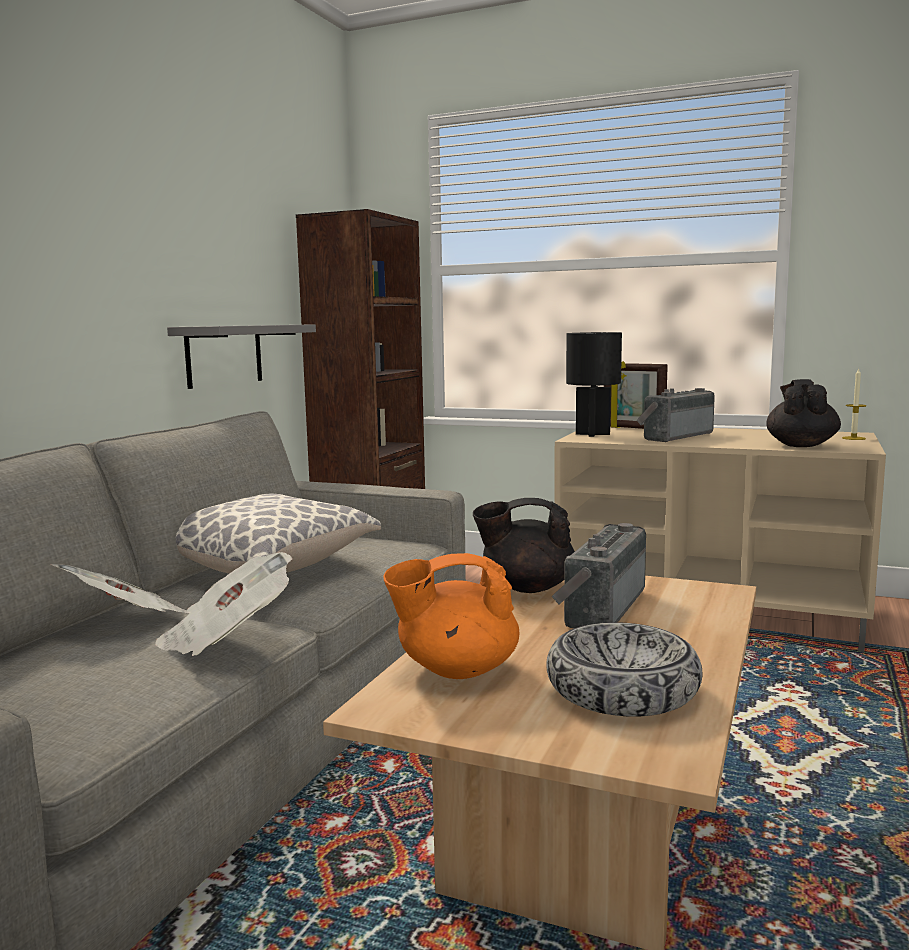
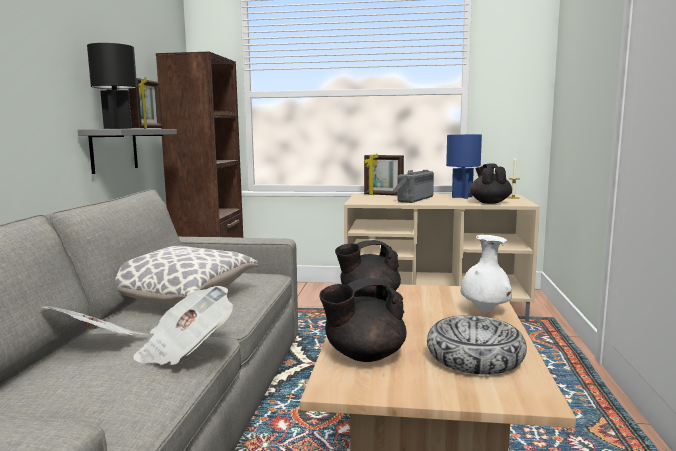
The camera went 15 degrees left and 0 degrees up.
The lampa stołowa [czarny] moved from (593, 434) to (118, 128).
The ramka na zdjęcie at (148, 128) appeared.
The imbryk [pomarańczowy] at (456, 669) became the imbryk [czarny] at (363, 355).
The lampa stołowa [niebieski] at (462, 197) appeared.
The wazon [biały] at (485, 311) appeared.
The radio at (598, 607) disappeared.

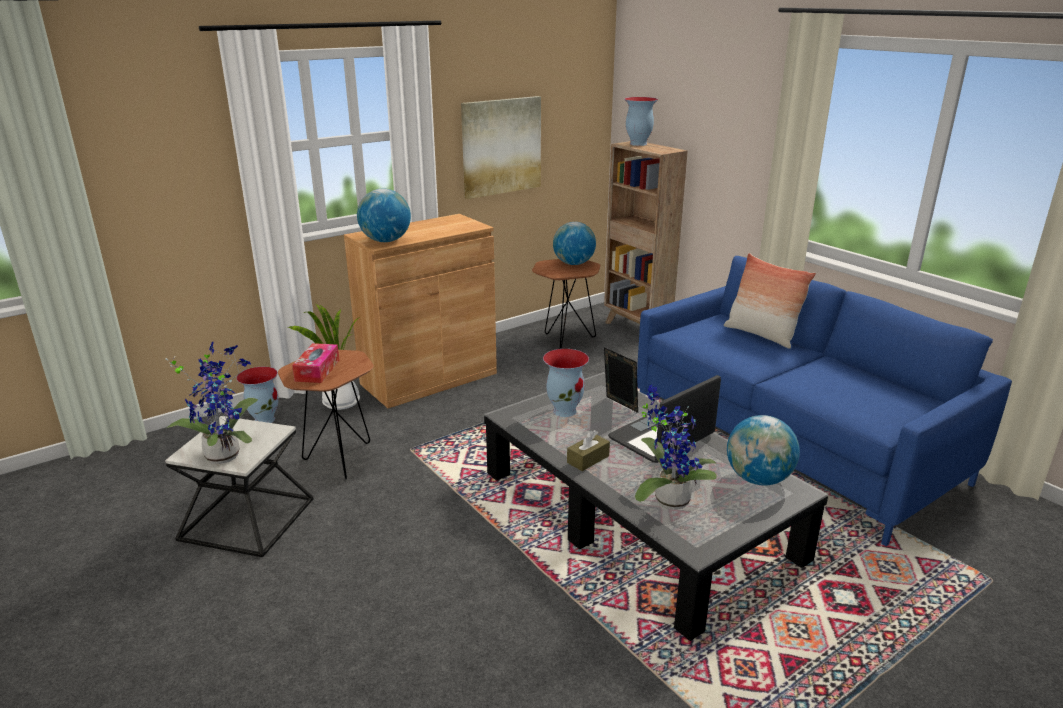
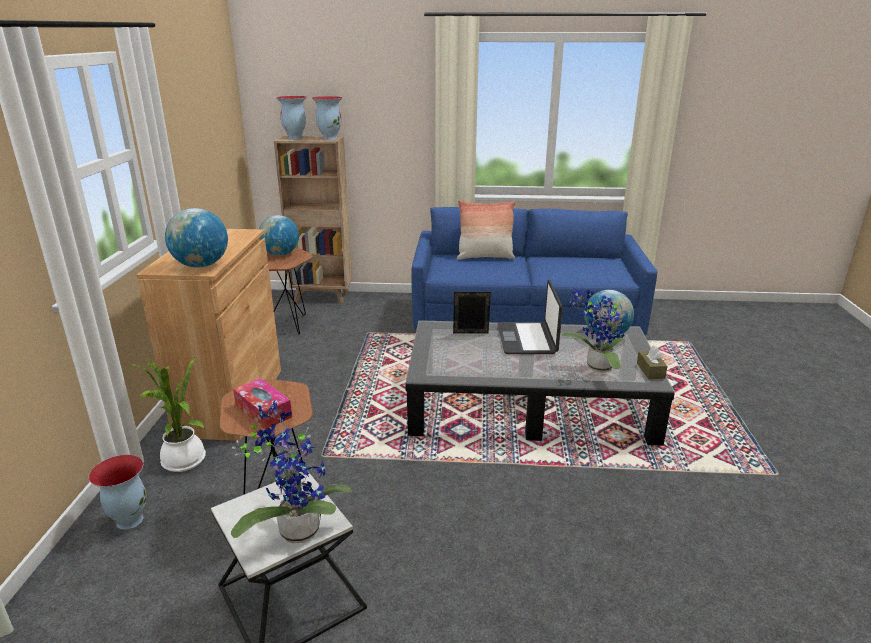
The camera went 50 degrees left and 0 degrees up.
The wazon moved from (565, 410) to (329, 138).
The pudełko chusteczek [brązowy] moved from (588, 459) to (650, 370).
The obraz at (501, 146) disappeared.

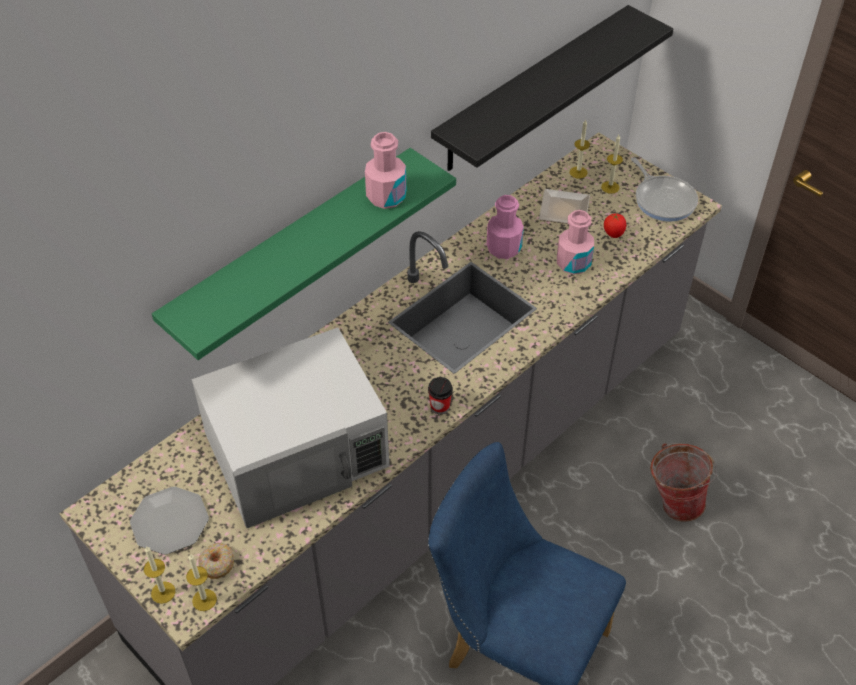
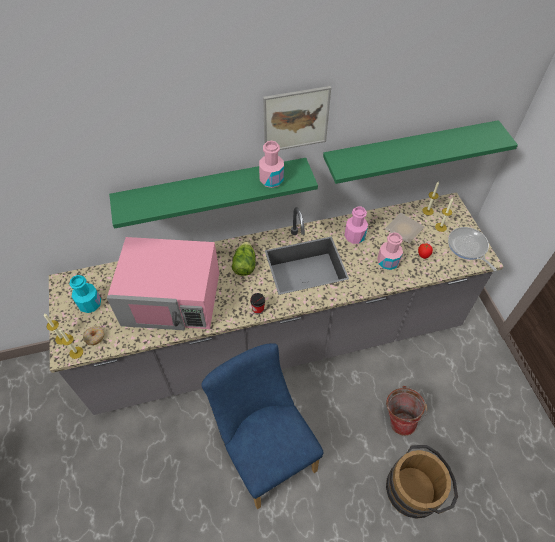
The camera went 30 degrees right and 5 degrees up.
The talerz at (169, 521) was replaced by the butelka [turkusowy] at (90, 304).
The mikrofalówka [biały] at (298, 451) became the mikrofalówka [różowy] at (172, 298).
The sałata at (244, 264) appeared.
The obraz at (296, 119) appeared.
The półka [czarny] at (532, 89) became the półka [zielony] at (409, 151).
The wiadro [brązowy] at (416, 489) appeared.
The patelnia at (663, 199) turned 150 degrees clockwise.

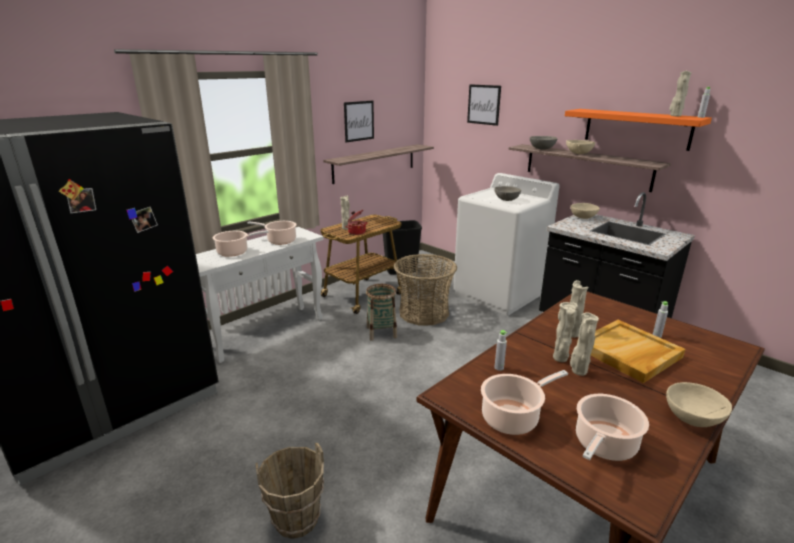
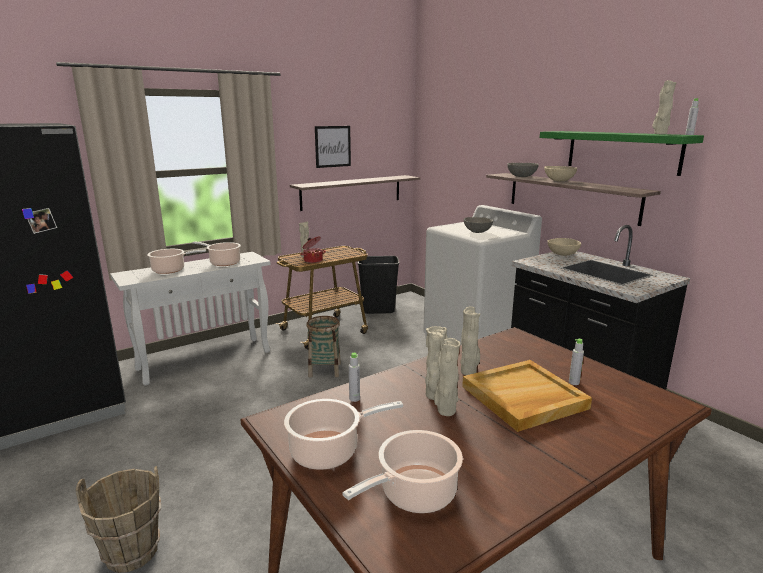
The camera went 10 degrees right and 5 degrees down.
The półka [pomarańczowy] at (636, 128) became the półka [zielony] at (622, 151).
The koszyk at (424, 313) disappeared.
The obraz at (484, 104) disappeared.
The miska [beżowy] at (693, 418) disappeared.

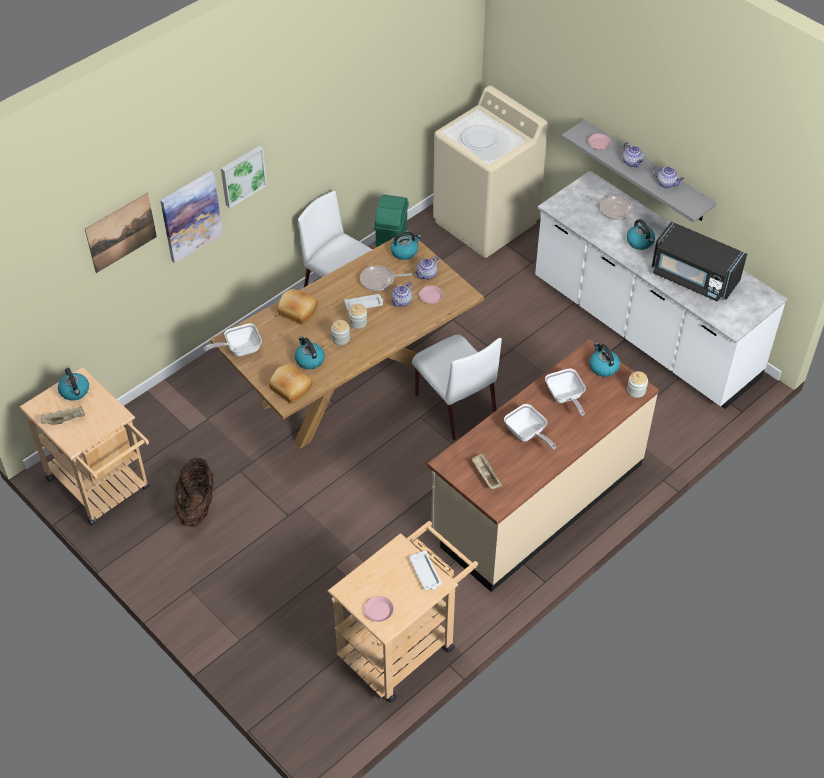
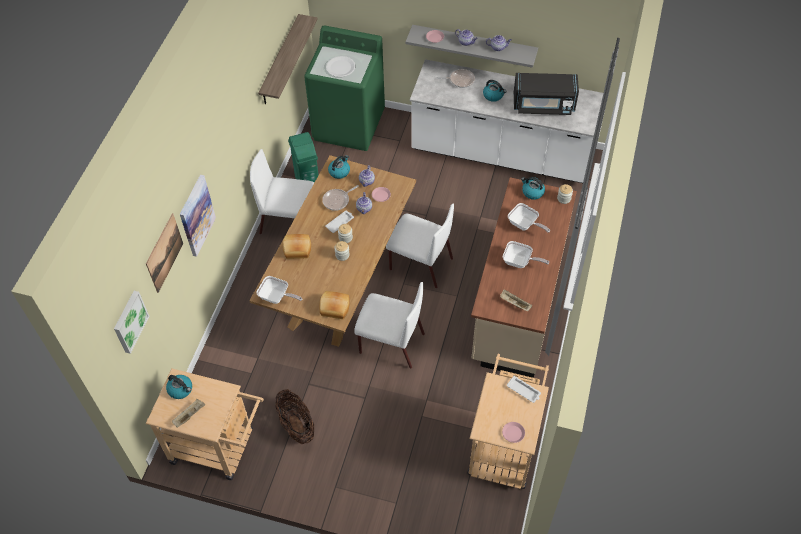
The camera went 30 degrees left and 5 degrees up.
The obraz moved from (242, 175) to (129, 321).
The patelnia at (240, 349) turned 105 degrees counterclockwise.
The półka at (280, 61) appeared.
The pralka [beżowy] at (486, 222) became the pralka [zielony] at (349, 125).
The krzesło [biały] at (390, 343) appeared.
The czajnik at (309, 360) disappeared.

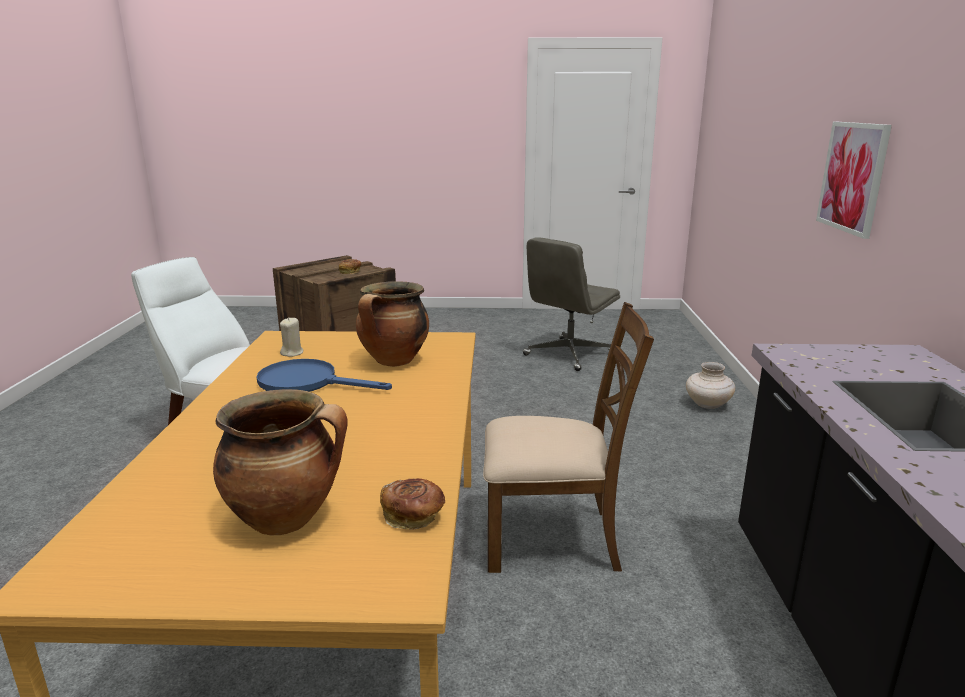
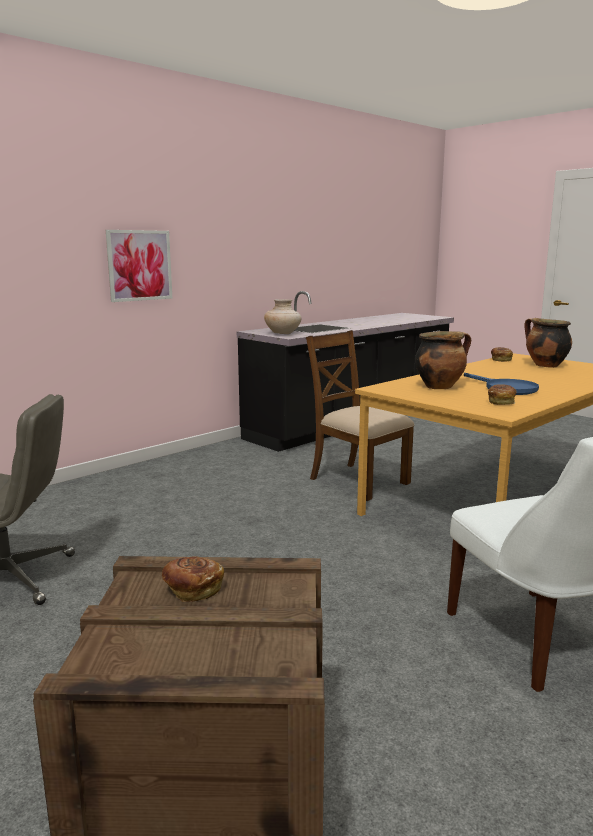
The camera went 135 degrees left and 5 degrees down.
The wazon [beżowy] moved from (707, 405) to (283, 333).
The świeca [beżowy] at (292, 353) was replaced by the chleb at (501, 402).

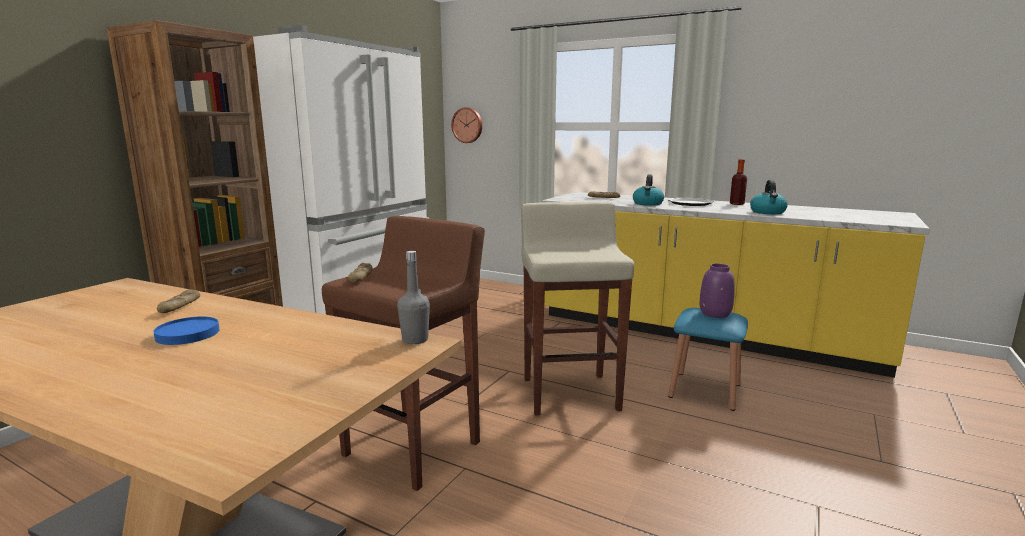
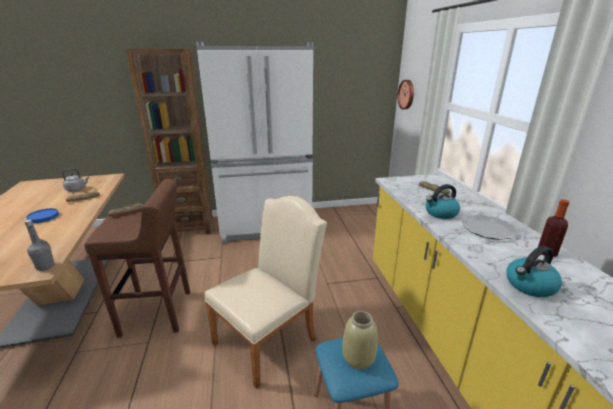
The camera went 50 degrees right and 10 degrees up.
The czajnik [szary] at (77, 189) appeared.
The stołek [beżowy] at (570, 393) was replaced by the krzesło [beżowy] at (270, 337).
The wazon [fioletowy] at (715, 314) became the wazon [beżowy] at (358, 358).

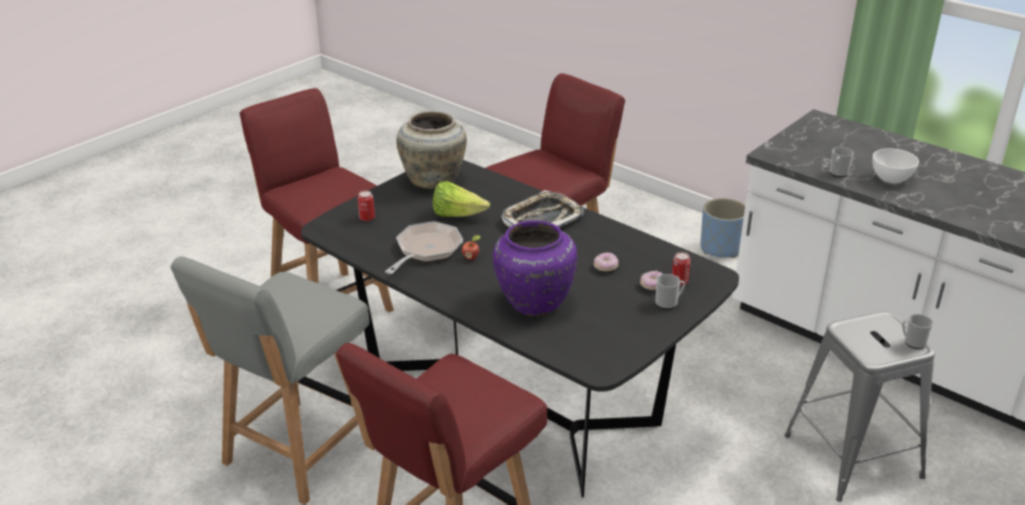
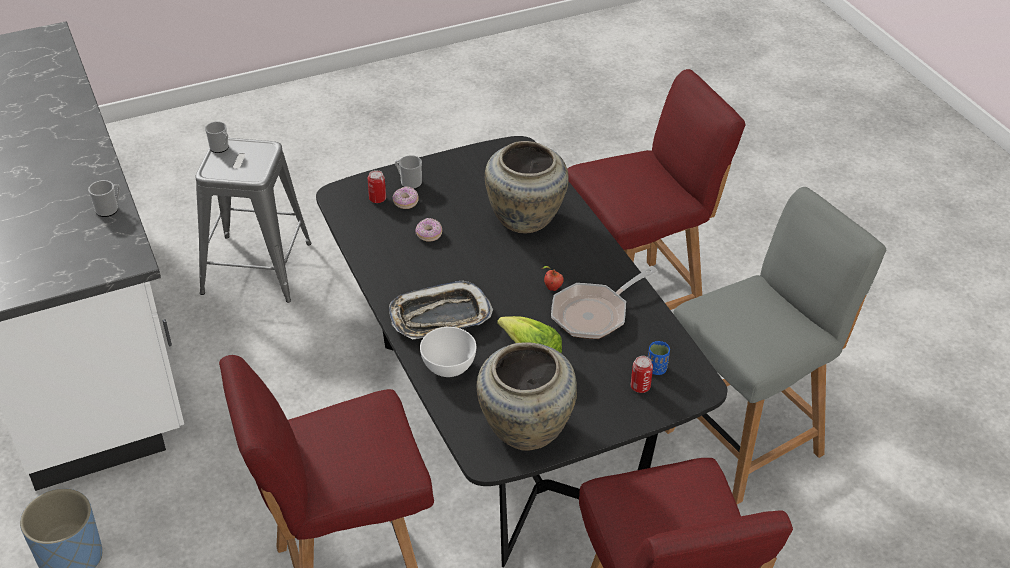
The camera went 155 degrees left and 10 degrees up.
The miska [biały] moved from (891, 179) to (449, 367).
The wazon [fioletowy] at (534, 301) became the wazon [beżowy] at (525, 220).
The filiżanka [niebieski] at (656, 369) appeared.

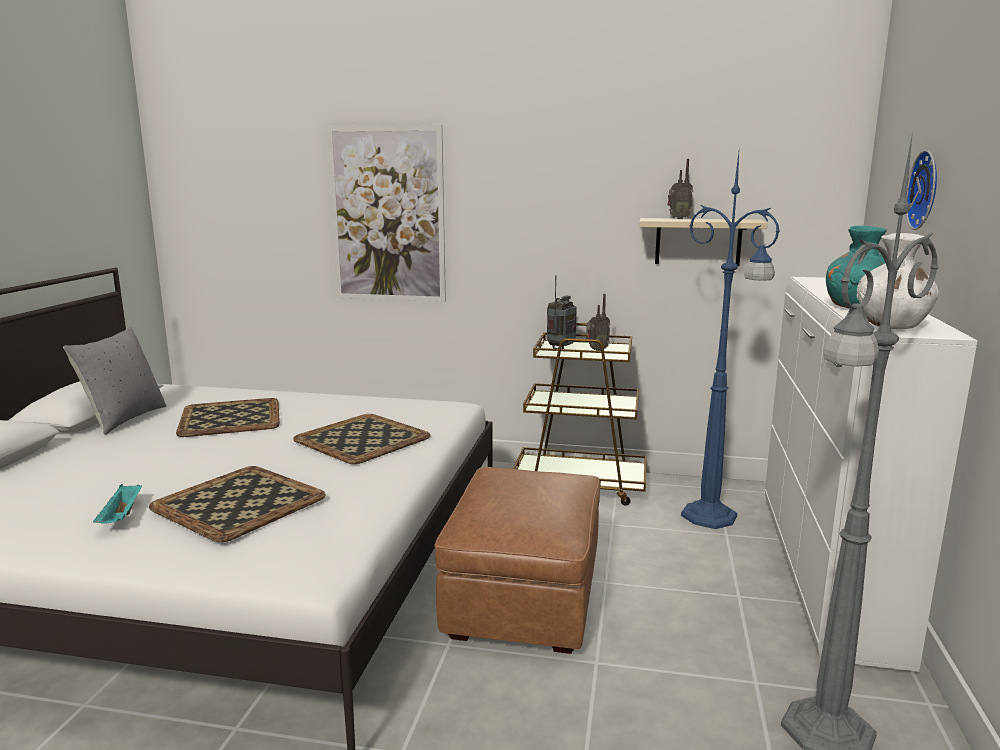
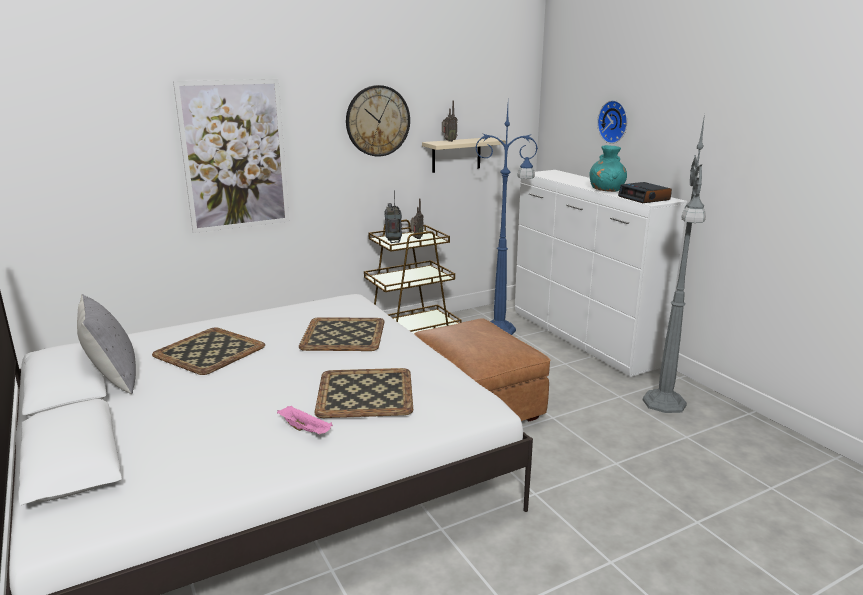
The camera went 40 degrees left and 5 degrees up.
The taca [turkusowy] at (122, 517) became the taca [różowy] at (306, 430).
The zegar ścienny at (377, 121) appeared.
The wazon [biały] at (892, 325) was replaced by the budzik at (644, 198).

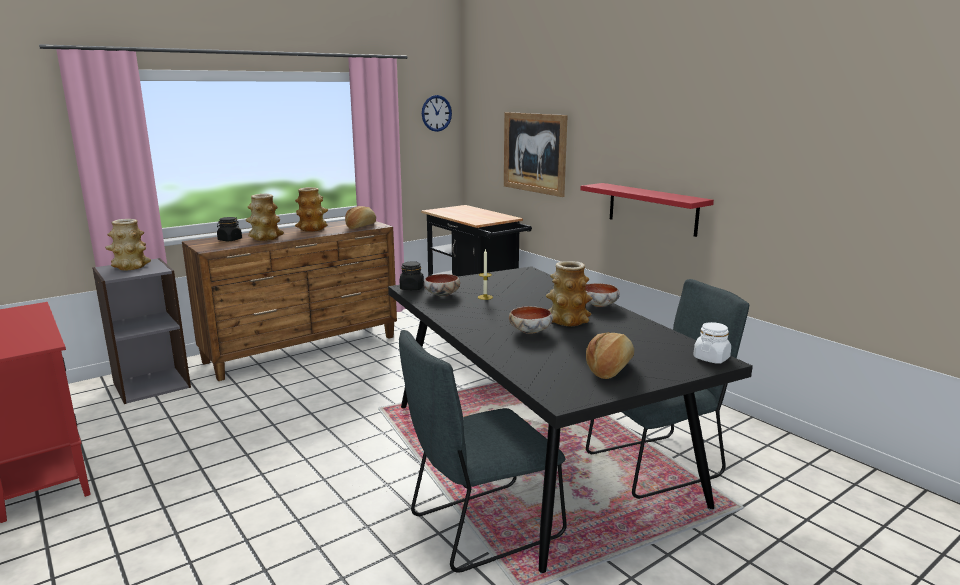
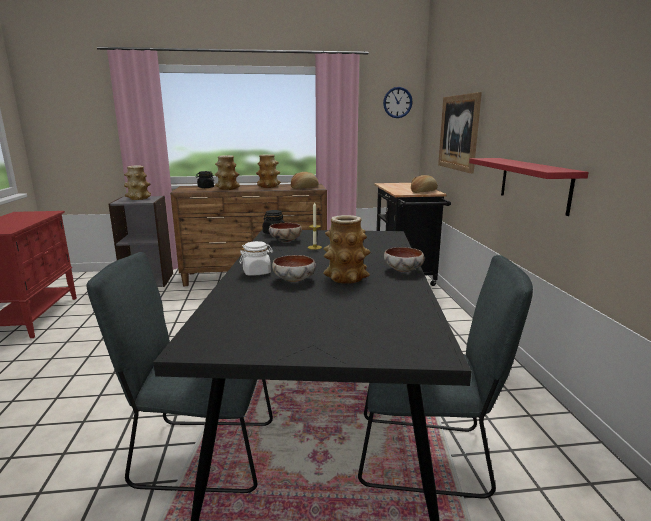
The camera went 30 degrees right and 0 degrees up.
The słoik [biały] moved from (711, 358) to (257, 272).
The chleb moved from (610, 368) to (423, 192).

